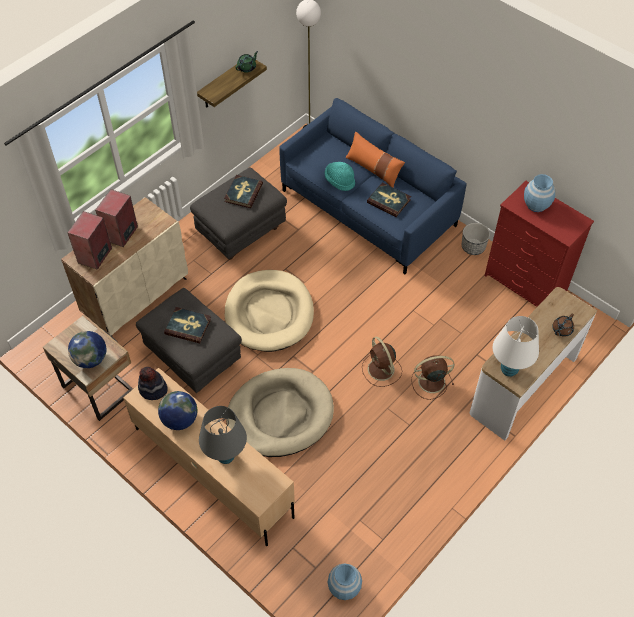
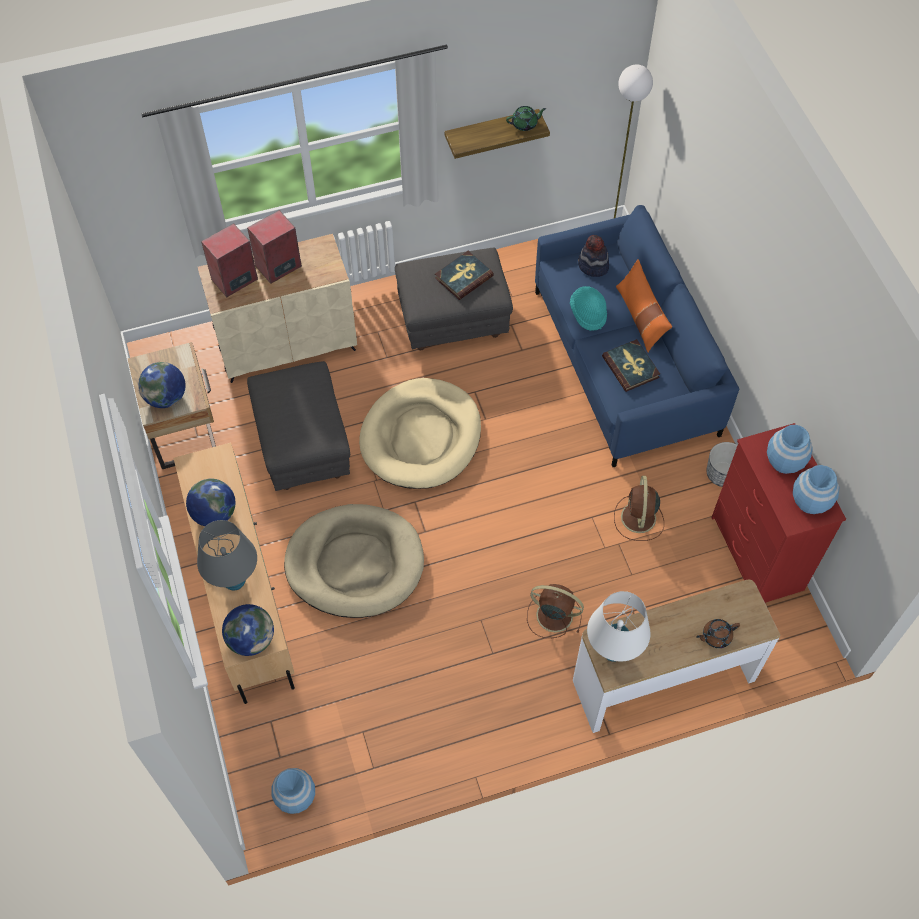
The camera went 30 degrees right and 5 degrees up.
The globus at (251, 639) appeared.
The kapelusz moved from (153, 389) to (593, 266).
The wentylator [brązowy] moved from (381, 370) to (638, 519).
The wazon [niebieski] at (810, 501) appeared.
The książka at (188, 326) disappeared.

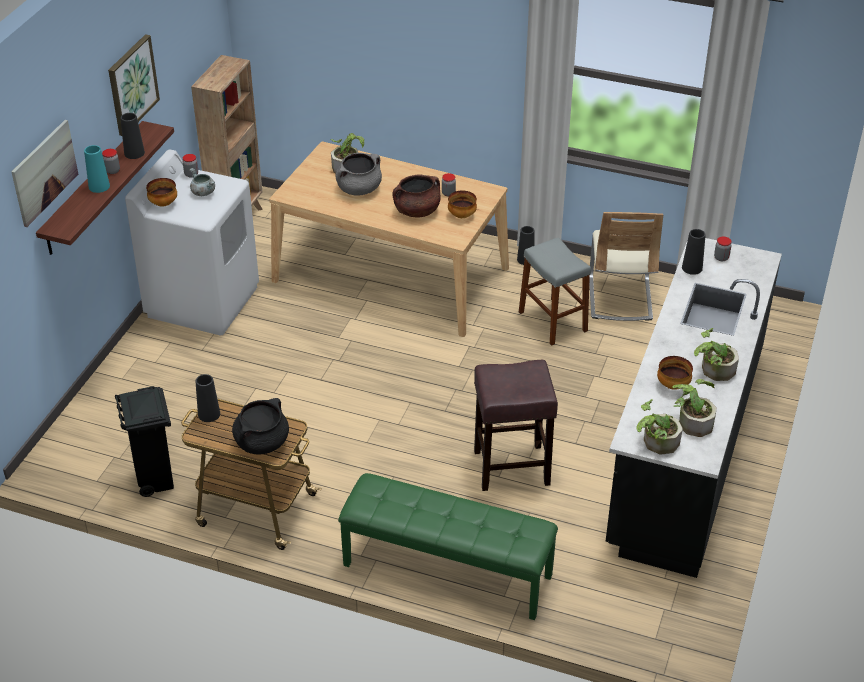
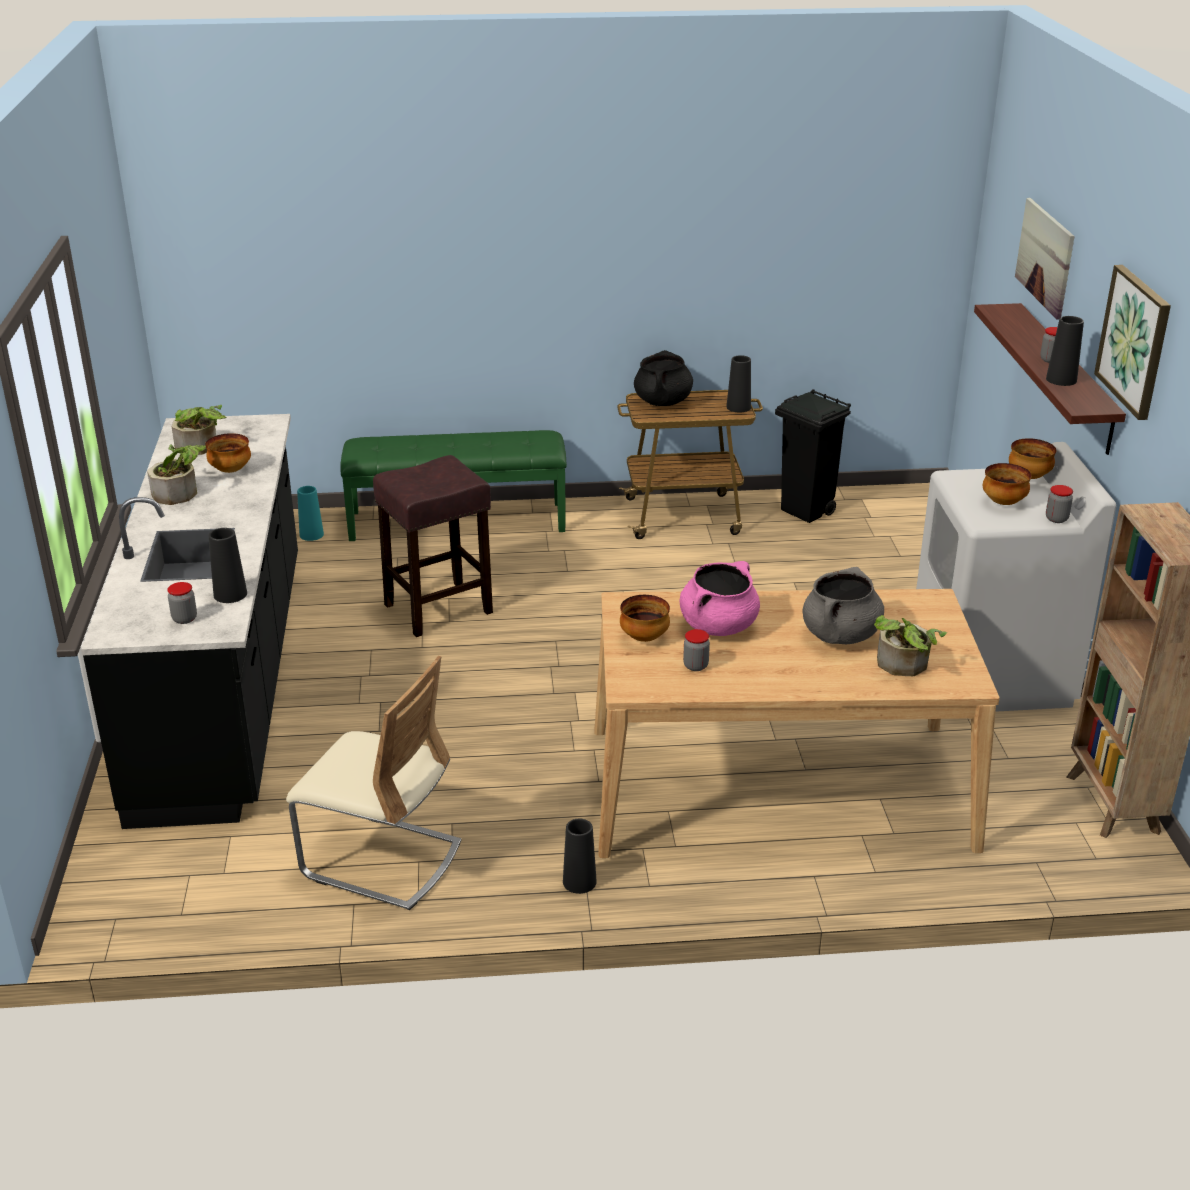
The camera went 155 degrees right and 10 degrees down.
The krzesło [beżowy] at (620, 297) turned 135 degrees clockwise.
The wazon [turkusowy] moved from (99, 186) to (311, 535).
The garnek [brązowy] at (417, 211) became the garnek [różowy] at (718, 626).
The garnek [szary] at (203, 192) was replaced by the miska at (1004, 502).
The stołek [szary] at (552, 321) disappeared.
The roślina doniczkowa at (656, 443) disappeared.

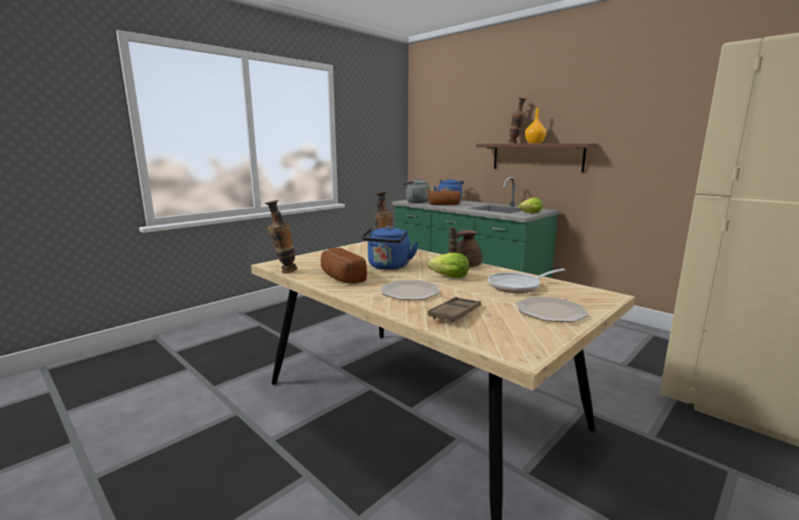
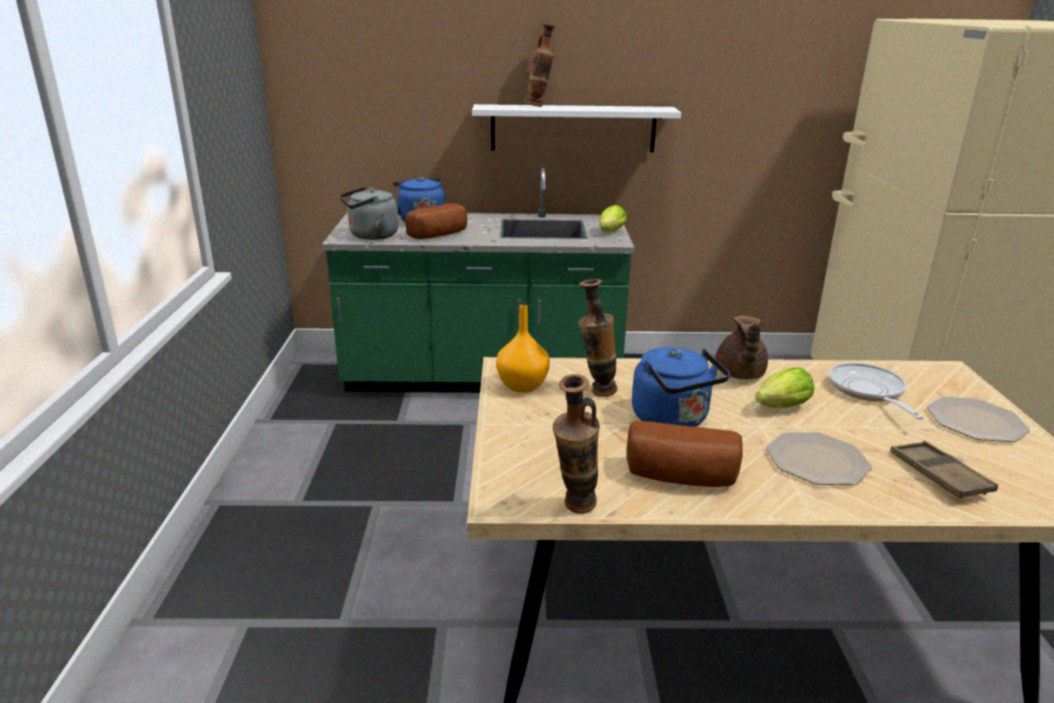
The camera went 45 degrees left and 10 degrees up.
The półka [brązowy] at (536, 157) became the półka [biały] at (573, 128).
The wazon [pomarańczowy] moved from (534, 143) to (521, 386).
The patelnia at (518, 286) turned 150 degrees clockwise.

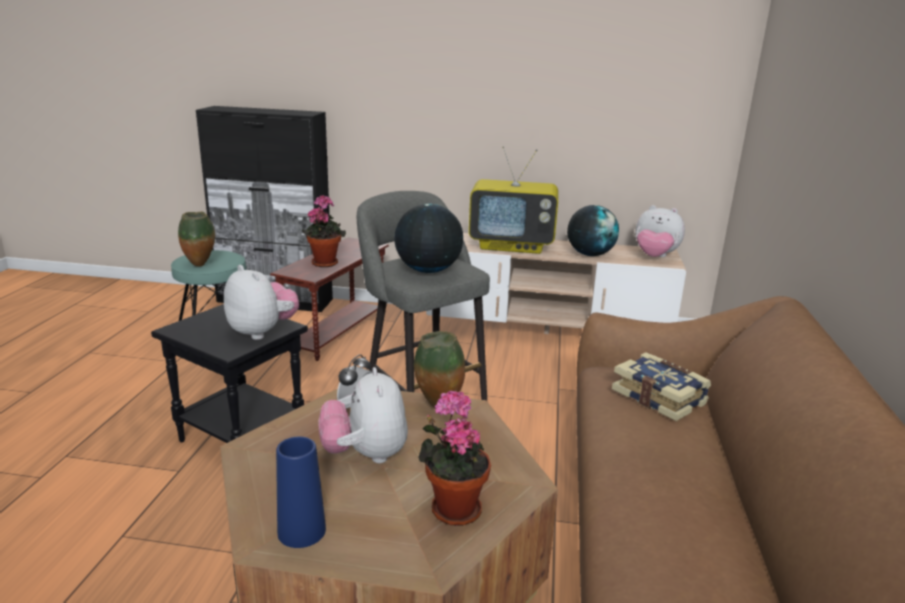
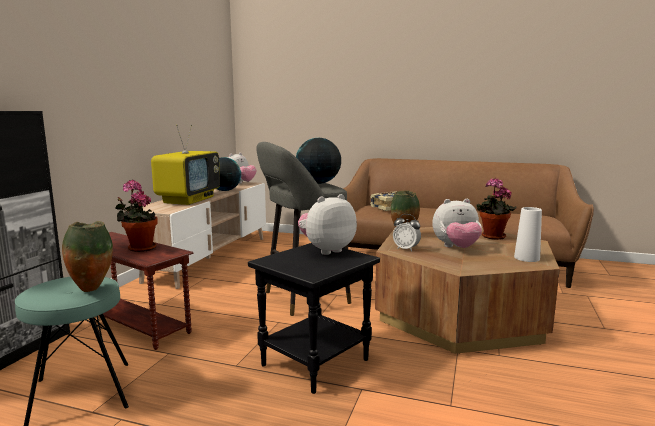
The camera went 80 degrees left and 10 degrees down.
The wazon [niebieski] at (301, 531) became the wazon [biały] at (526, 258).

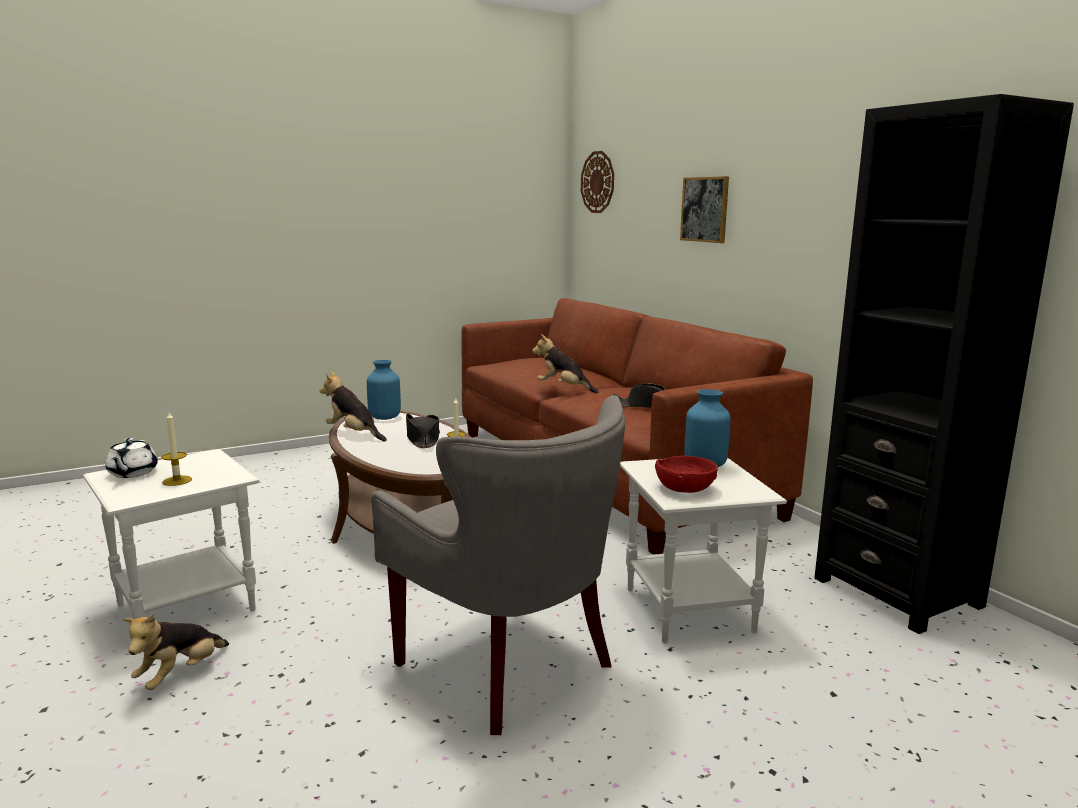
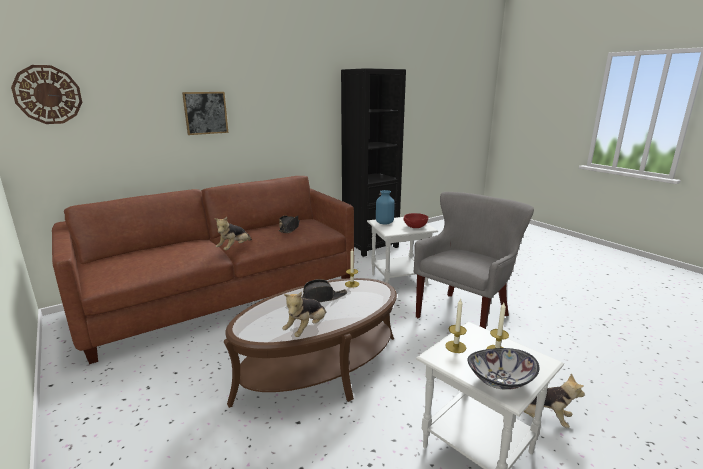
The camera went 95 degrees left and 5 degrees up.
The świeca at (455, 347) appeared.
The imbryk [biały] at (132, 473) was replaced by the miska at (499, 380).
The wazon [niebieski] at (384, 417) disappeared.

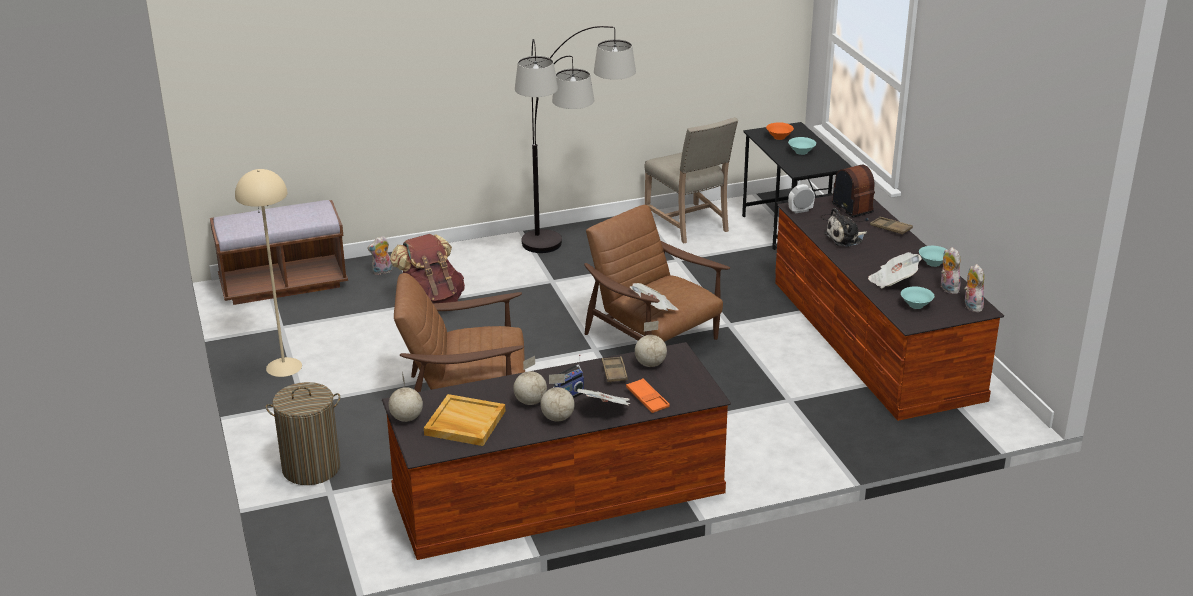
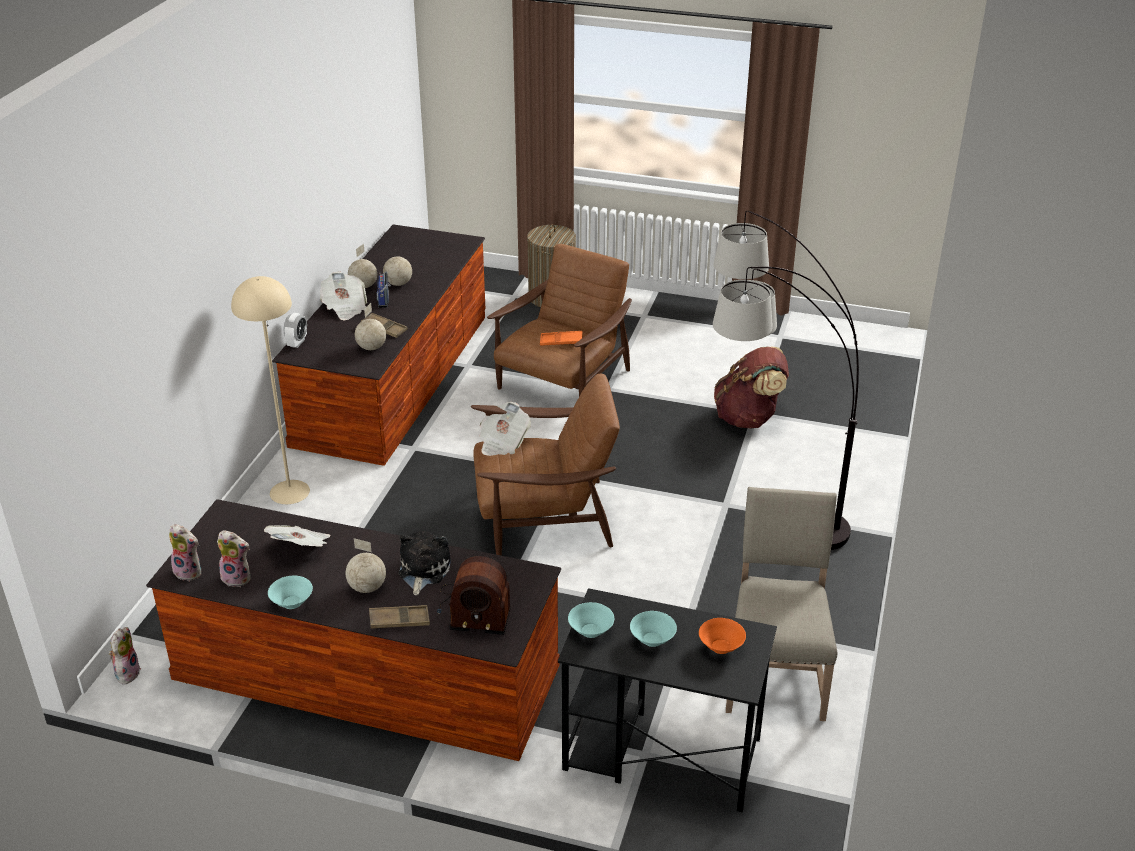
The camera went 125 degrees right and 5 degrees up.
The pluszak moved from (382, 272) to (127, 672).
The lampa stojąca [beżowy] moved from (283, 366) to (290, 491).
The budzik moved from (800, 210) to (297, 343).
The globus moved from (406, 418) to (367, 587).
The taca [pomarańczowy] moved from (647, 399) to (561, 341).
The miska [turkusowy] moved from (916, 305) to (591, 631).
The krzesło [beżowy] at (689, 224) turned 90 degrees clockwise.
The ławka [brązowy] at (283, 284) disappeared.
The taca [beżowy] at (464, 423) disappeared.

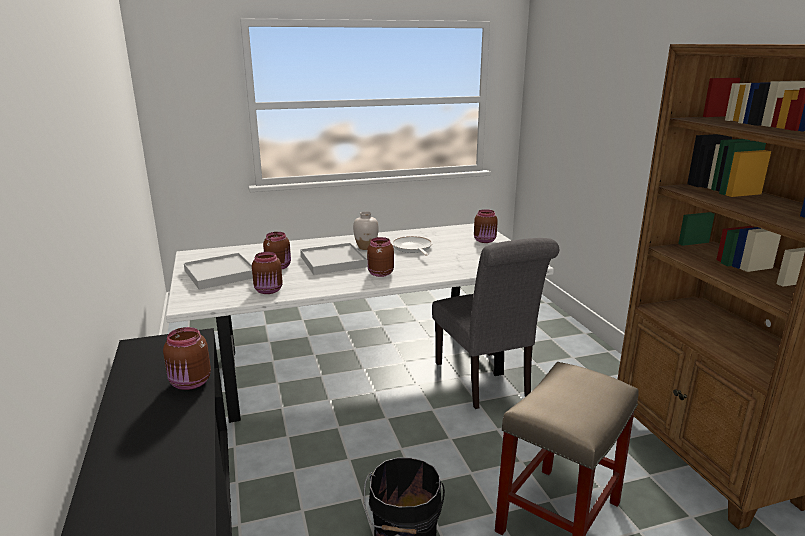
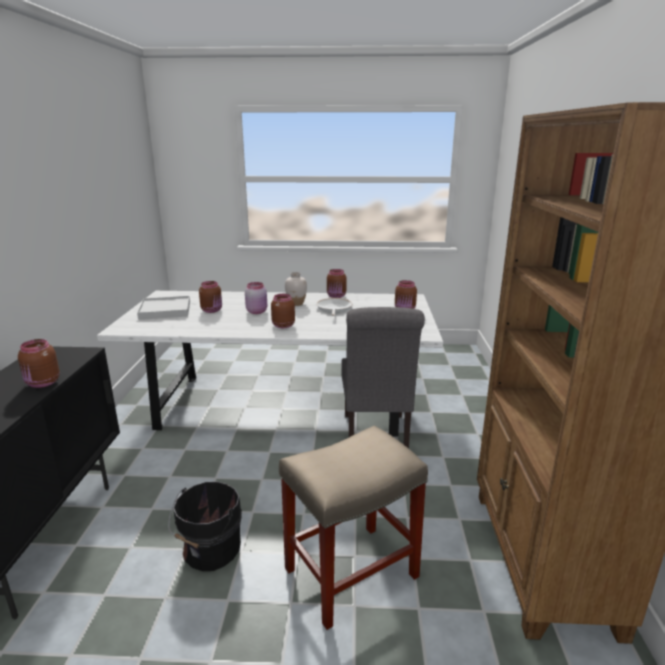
The camera went 20 degrees right and 0 degrees up.
The taca [biały] at (333, 261) was replaced by the słoik [różowy] at (257, 311).
The słoik [brązowy] moved from (269, 291) to (336, 296).

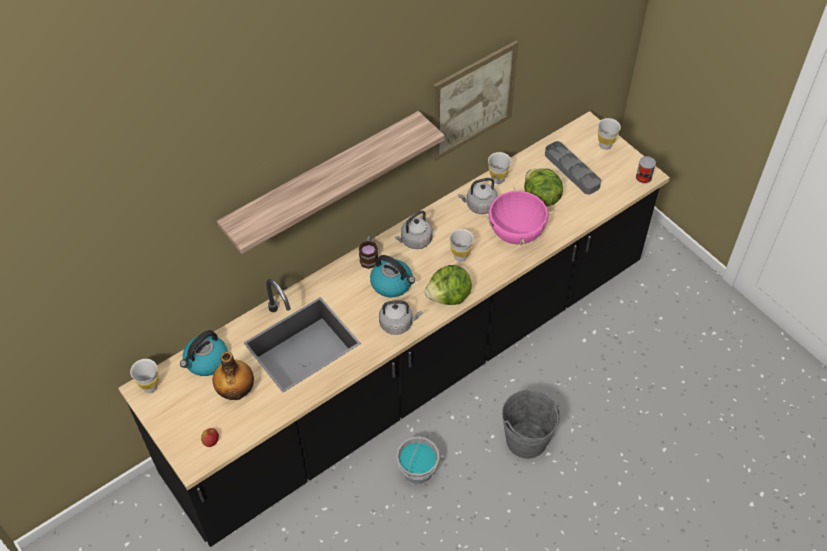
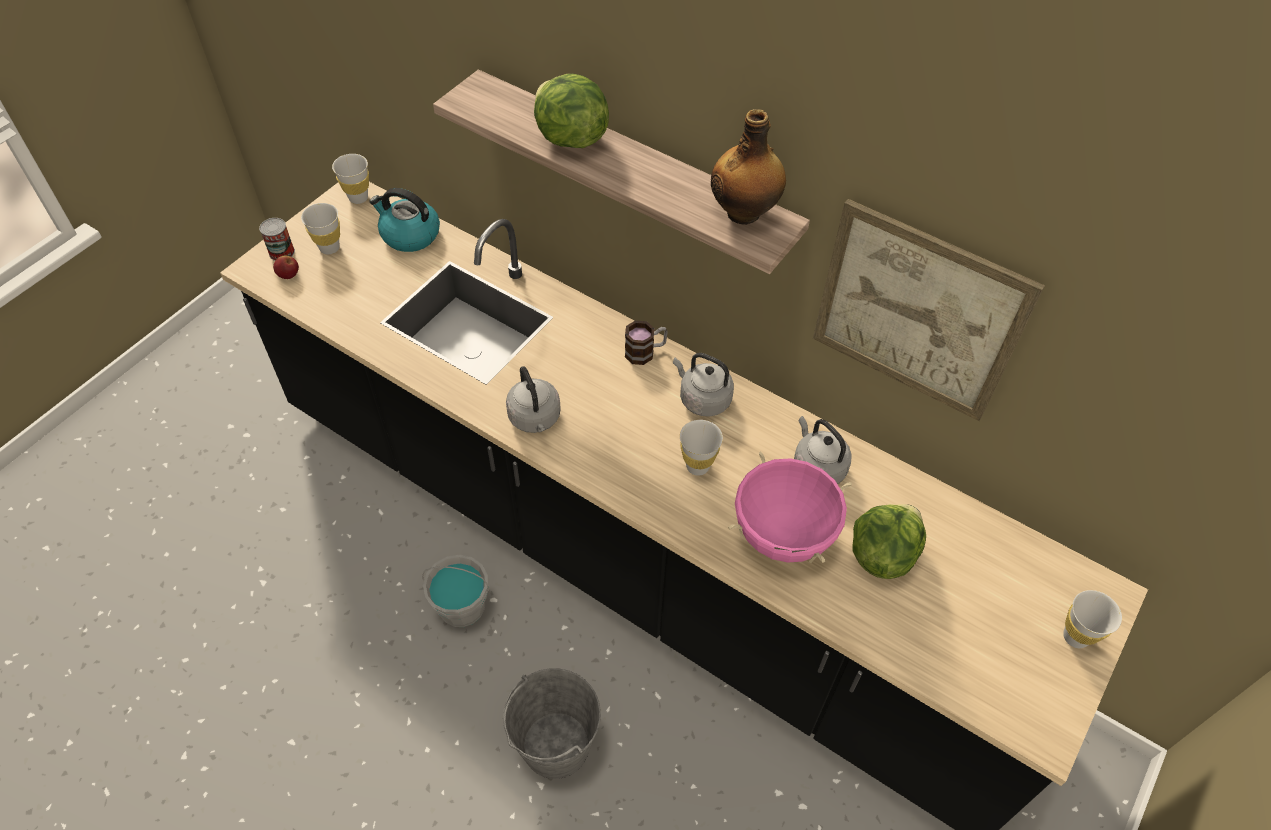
The camera went 70 degrees right and 0 degrees up.
The puszka moved from (643, 177) to (281, 252).
The filiżanka [biały] moved from (498, 179) to (329, 248).
The sałata moved from (449, 297) to (570, 138).
The butelka moved from (236, 391) to (744, 212).
The czajnik at (392, 284) disappeared.
The taca [szary] at (572, 170) disappeared.

